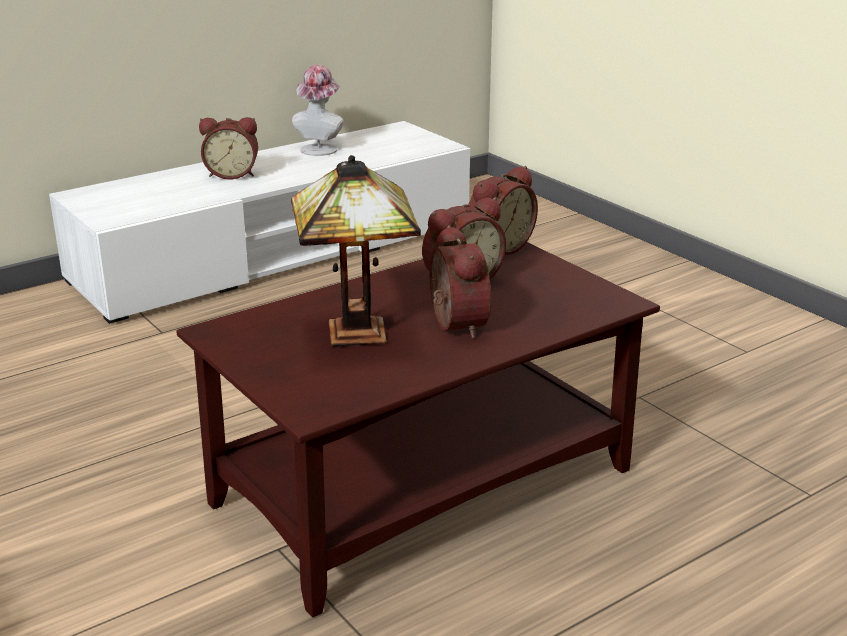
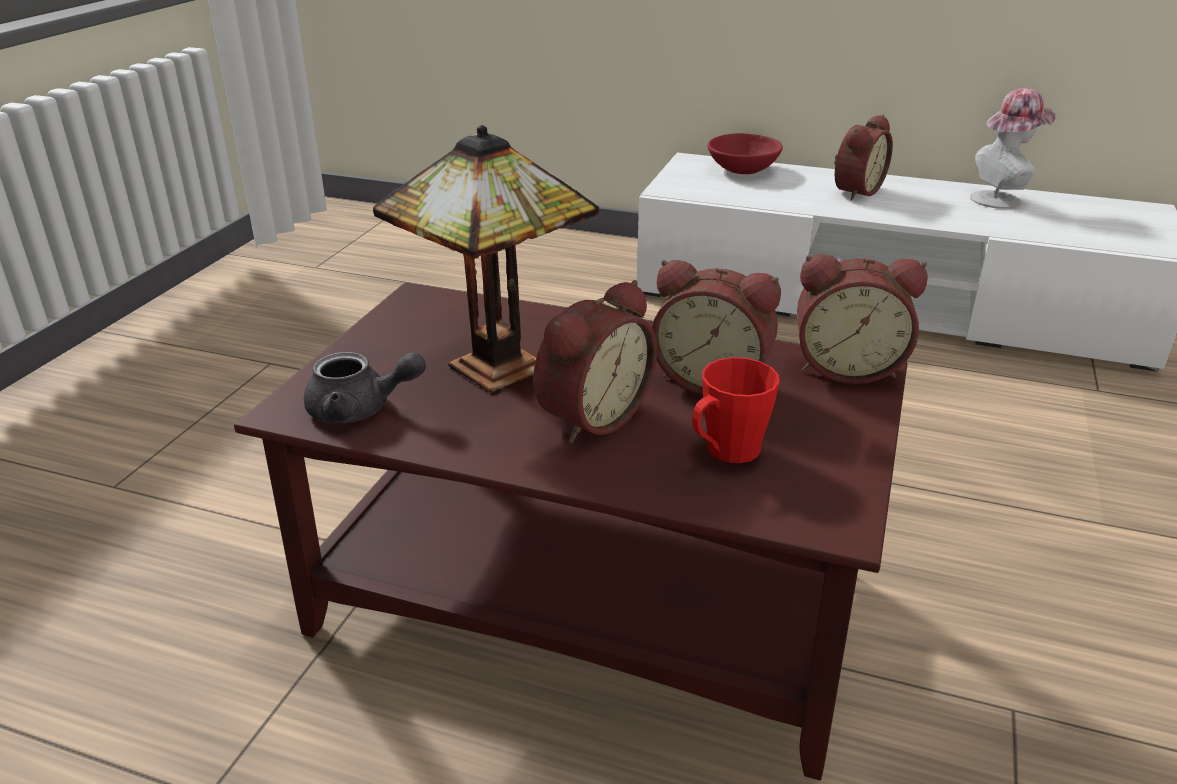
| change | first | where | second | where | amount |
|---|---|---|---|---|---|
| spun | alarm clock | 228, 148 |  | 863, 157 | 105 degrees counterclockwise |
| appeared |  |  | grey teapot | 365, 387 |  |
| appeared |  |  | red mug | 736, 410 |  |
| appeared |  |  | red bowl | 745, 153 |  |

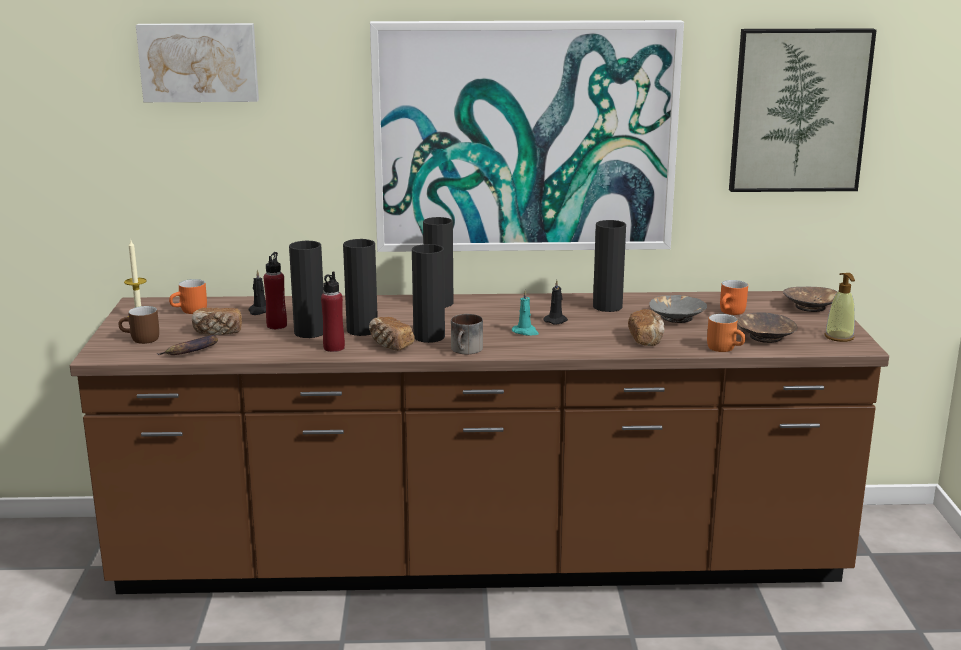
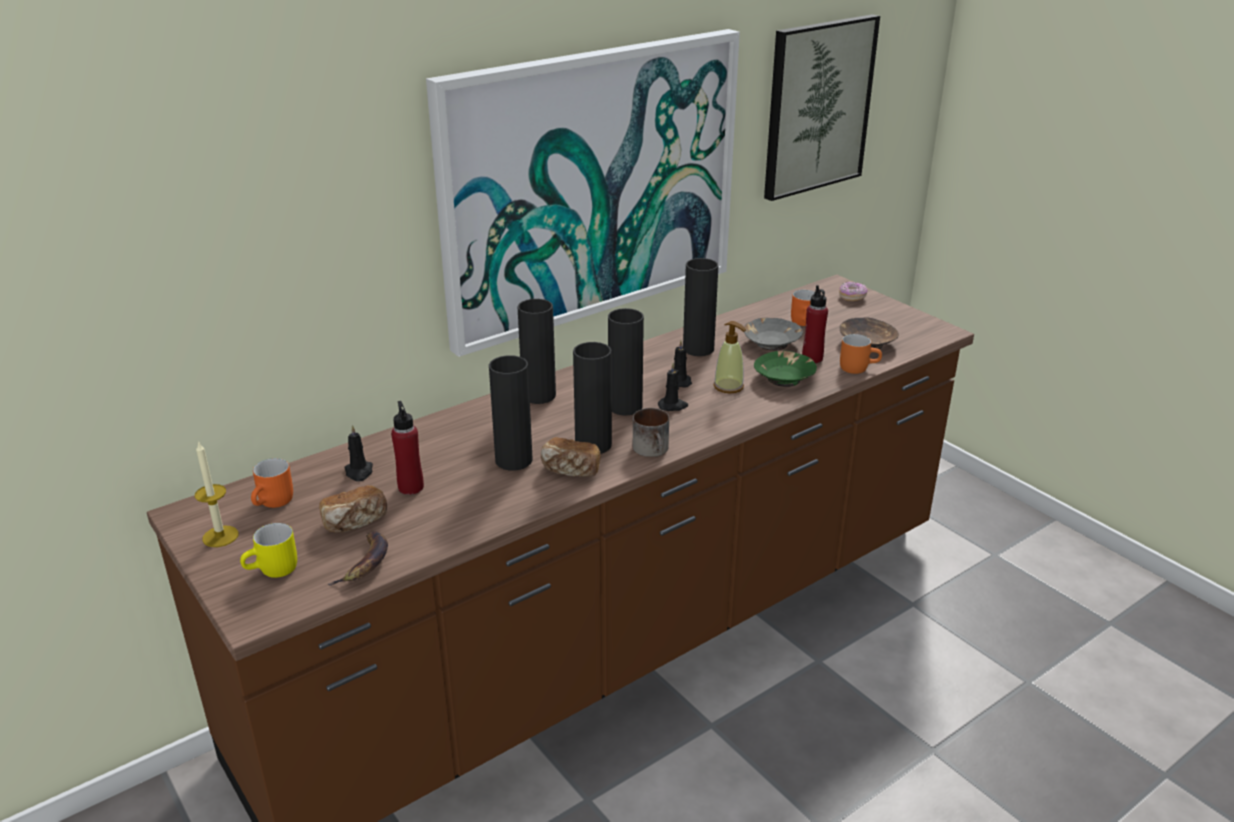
| change | first | where | second | where | amount |
|---|---|---|---|---|---|
| colour | brown mug | 138, 325 | yellow mug | 268, 550 |  |
| missing | picture | 197, 62 |  |  |  |
| relocated | black vase | 306, 289 |  | 626, 362 |  |
| relocated | red bottle | 333, 312 |  | 815, 324 |  |
| colour | turquoise candle | 525, 312 | black candle | 673, 386 |  |
| exchanged | bread | 646, 327 | green bowl | 785, 369 |  |
| exchanged | brown bowl | 810, 299 | donut | 853, 291 |  |
| relocated | soap dispenser | 839, 307 |  | 730, 357 |  |

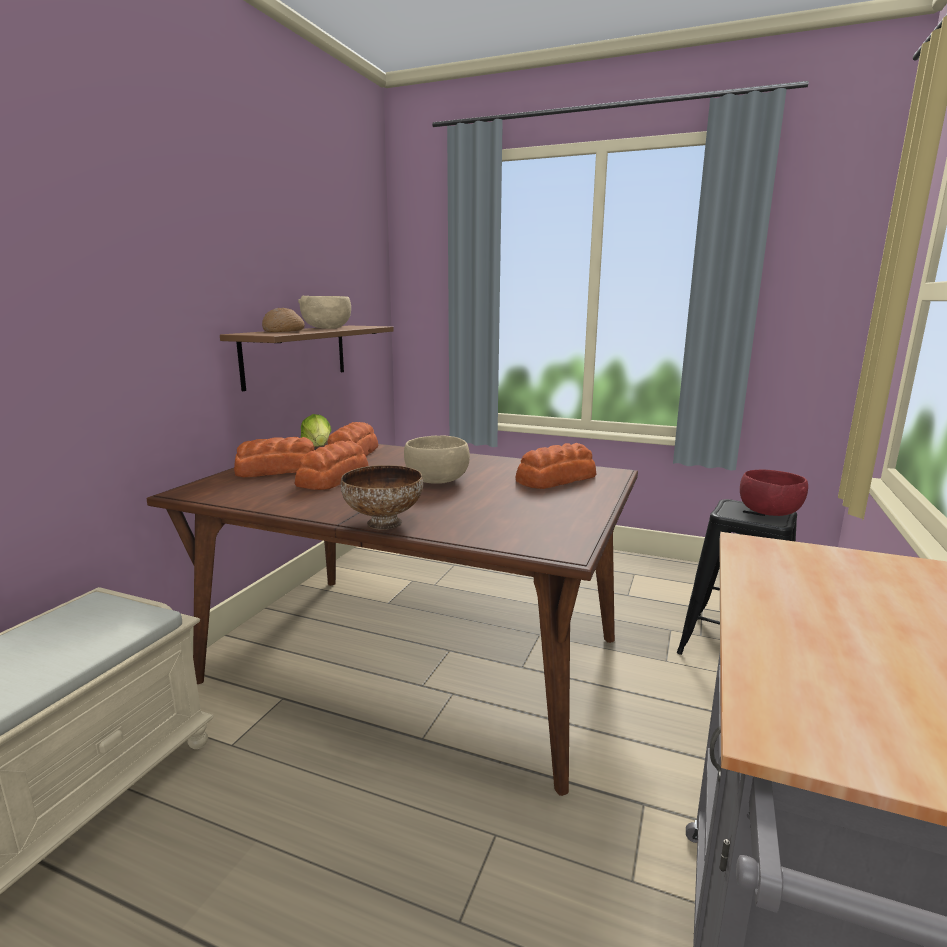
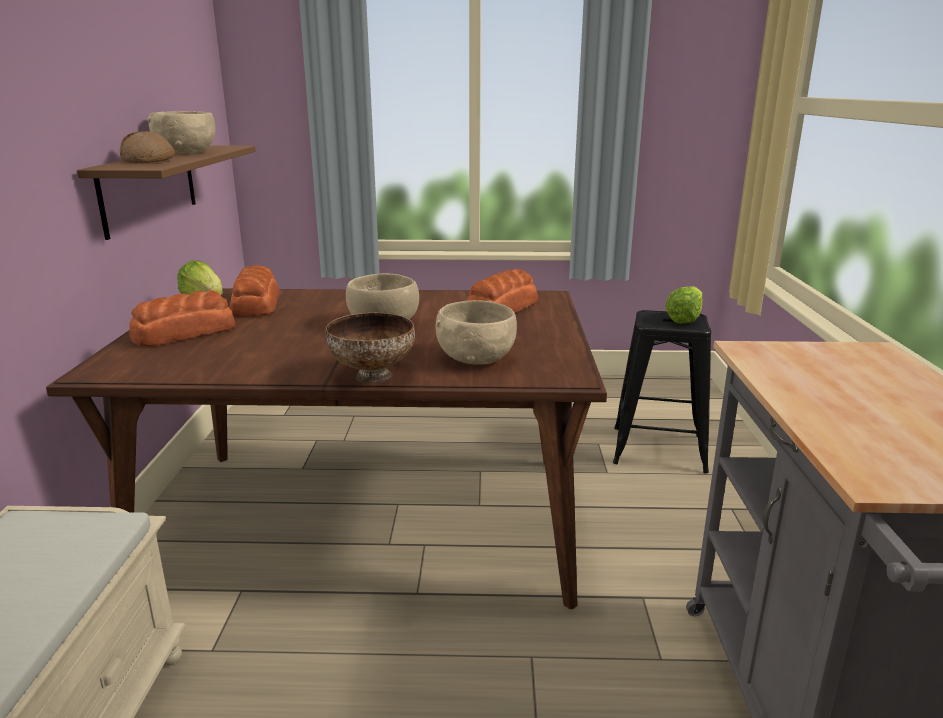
| change | first | where | second | where | amount |
|---|---|---|---|---|---|
| missing | bread | 332, 465 |  |  |  |
| exchanged | red bowl | 774, 492 | lettuce | 684, 305 |  |
| appeared |  |  | beige bowl | 476, 332 |  |

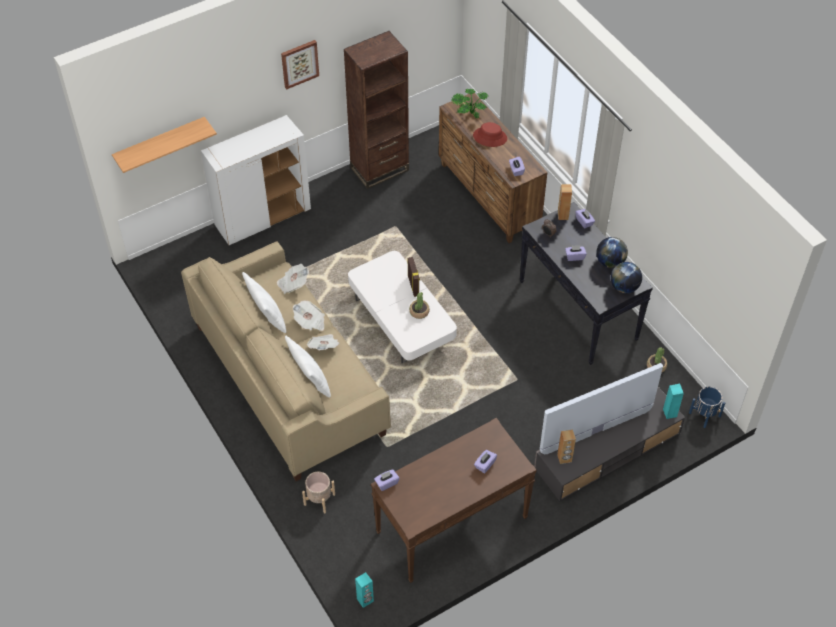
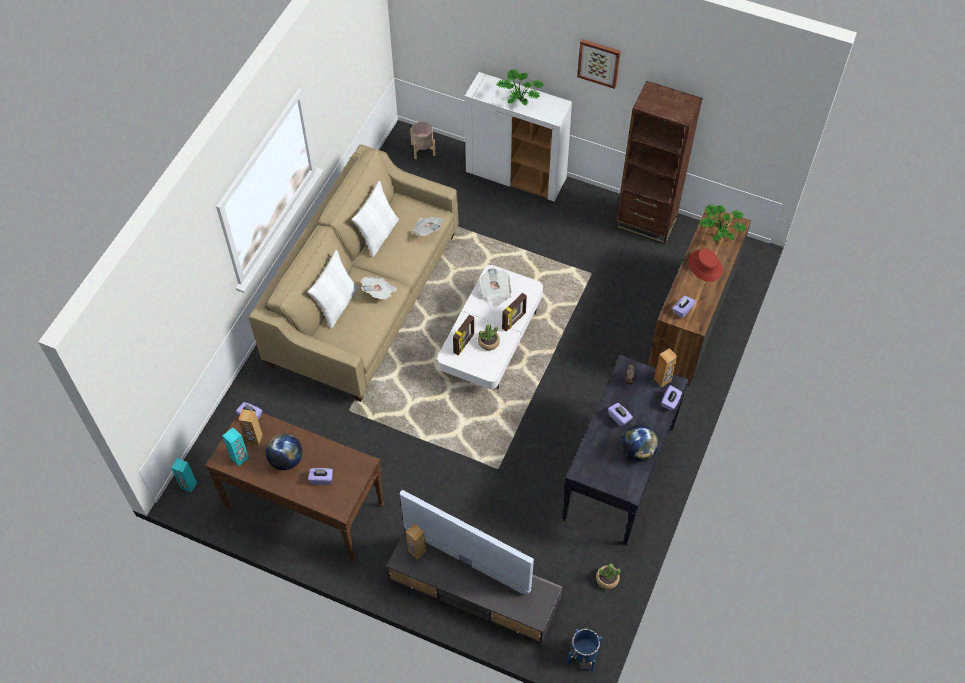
| change | first | where | second | where | amount |
|---|---|---|---|---|---|
| missing | shelf | 164, 145 |  |  |  |
| relocated | newspaper | 309, 316 |  | 495, 287 |  |
| relocated | beige planter | 318, 492 |  | 423, 140 |  |
| relocated | globe | 626, 277 |  | 284, 452 |  |
| relocated | turquoise speaker | 673, 401 |  | 236, 446 |  |
| appeared |  |  | brown speaker | 250, 427 |  |
| appeared |  |  | picture frame | 463, 334 |  |
| appeared |  |  | potted plant | 520, 87 |  |

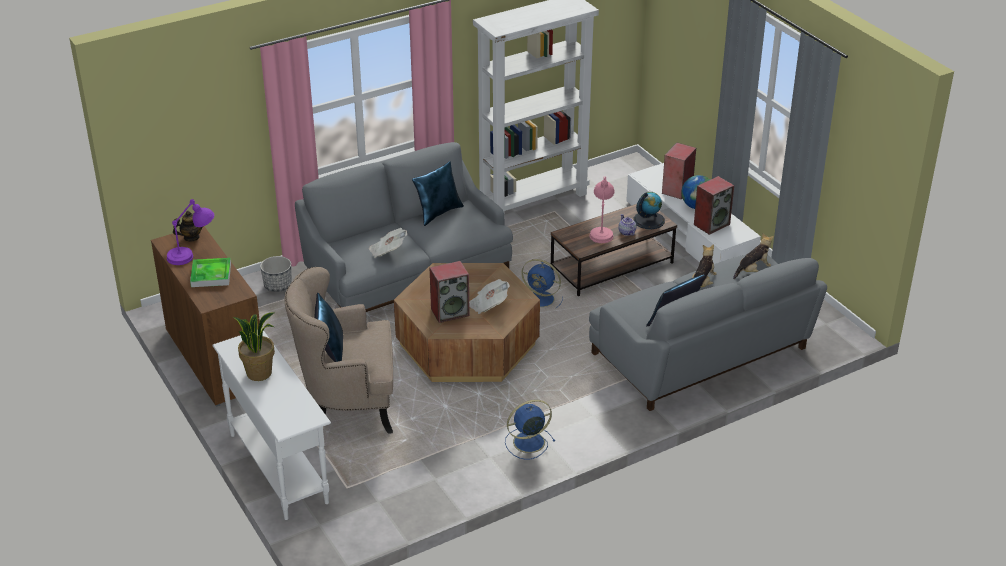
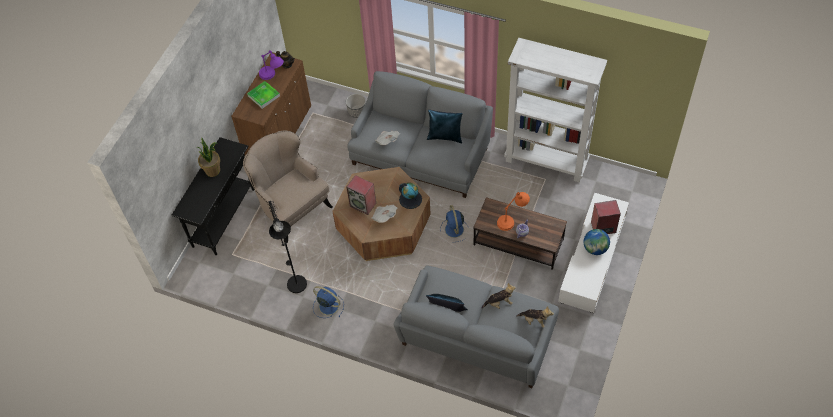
| change | first | where | second | where | amount |
|---|---|---|---|---|---|
| colour | white console table | 271, 424 | black console table | 212, 196 |  |
| missing | blue pillow | 328, 327 |  |  |  |
| colour | pink table lamp | 602, 209 | orange table lamp | 513, 211 |  |
| relocated | globe | 649, 210 |  | 410, 196 |  |
| missing | speaker | 714, 205 |  |  |  |
| appeared |  |  | black floor lamp | 287, 247 |  |

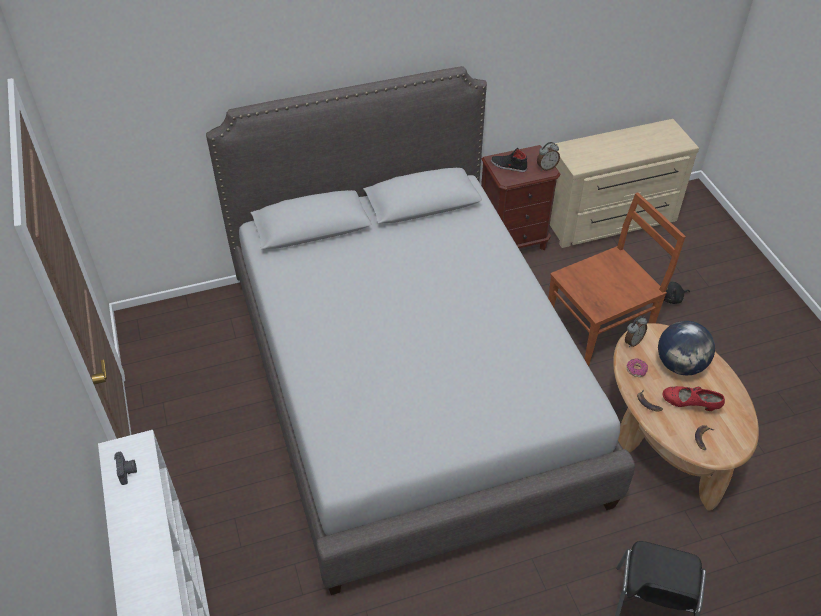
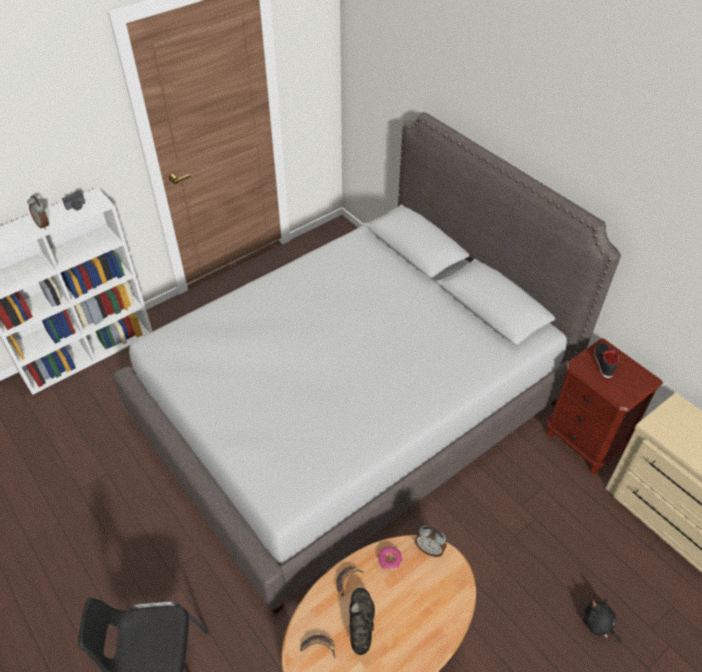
| change | first | where | second | where | amount |
|---|---|---|---|---|---|
| relocated | alarm clock | 548, 156 |  | 38, 212 |  |
| missing | brown chair | 617, 279 |  |  |  |
| missing | globe | 686, 348 |  |  |  |
| colour | red shoe | 693, 398 | black shoe | 362, 621 |  |

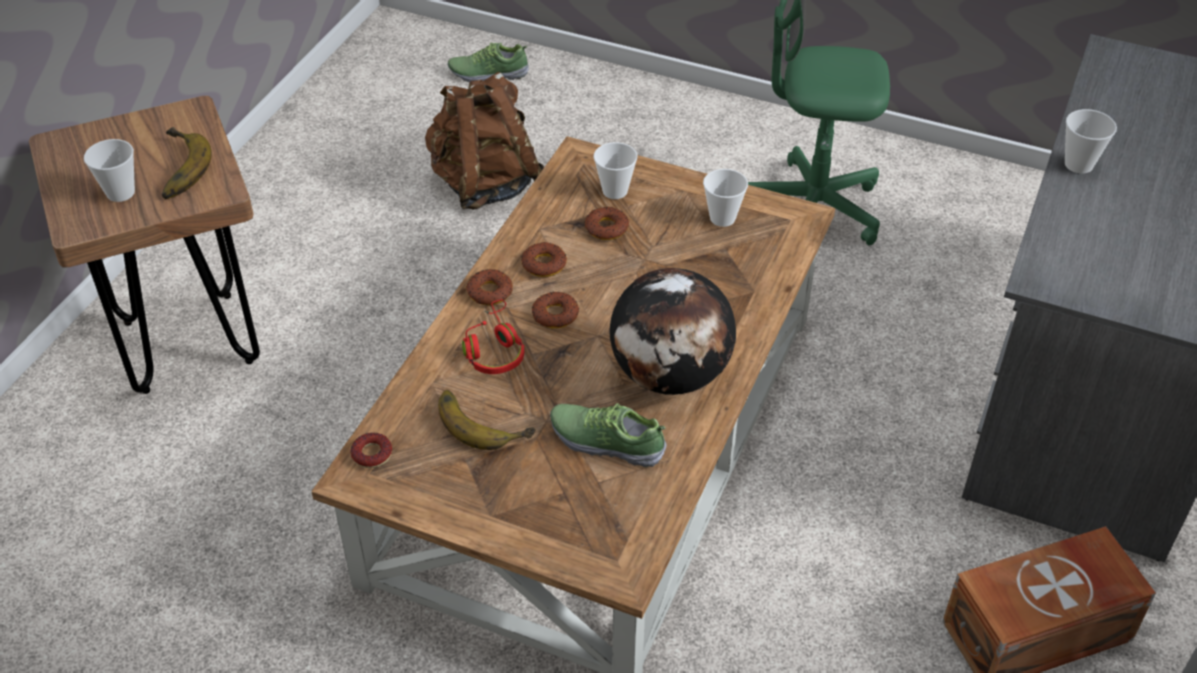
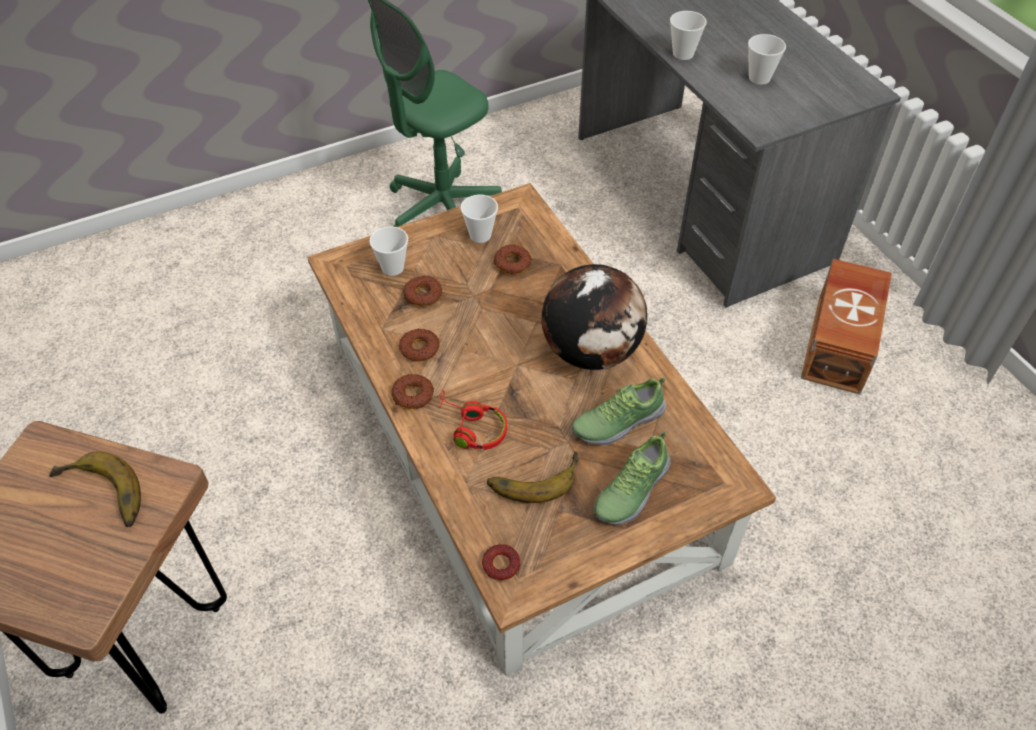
| change | first | where | second | where | amount |
|---|---|---|---|---|---|
| relocated | cup | 109, 170 |  | 767, 59 |  |
| missing | brown backpack | 484, 141 |  |  |  |
| relocated | shoe | 488, 62 |  | 632, 478 |  |
| relocated | donut | 555, 310 |  | 512, 259 |  |

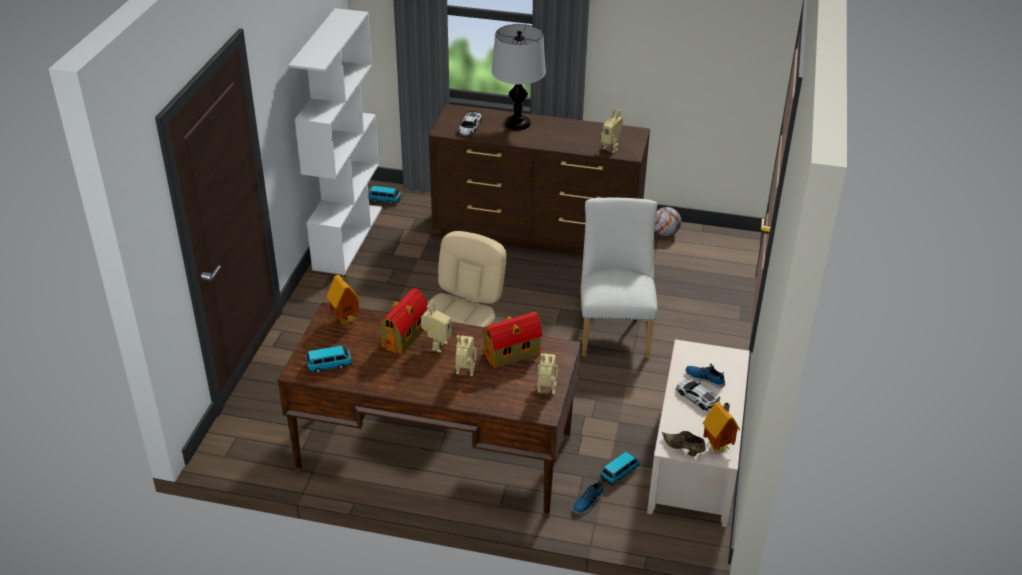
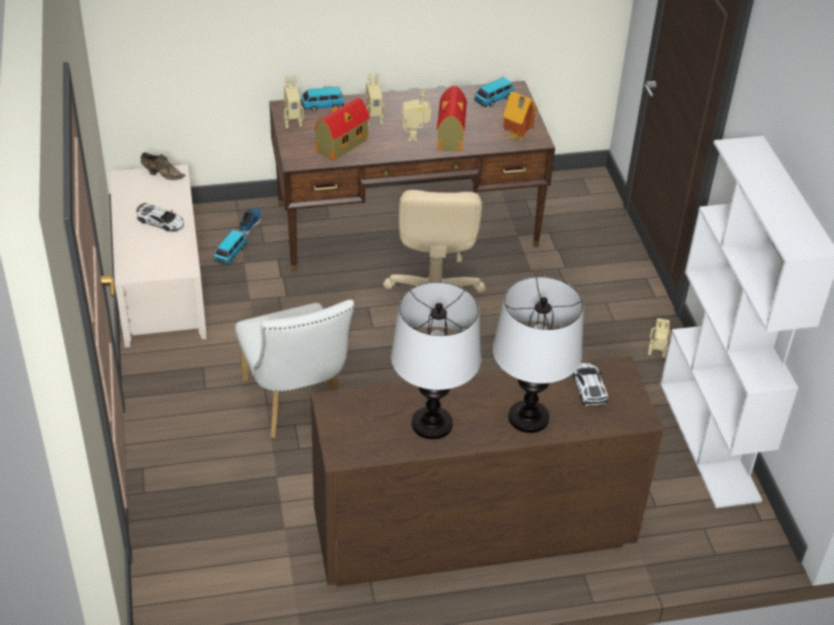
| change | first | where | second | where | amount |
|---|---|---|---|---|---|
| relocated | toy car | 385, 195 |  | 322, 99 |  |
| relocated | toy robot | 612, 130 |  | 659, 338 |  |
| missing | football | 667, 221 |  |  |  |
| missing | shoe | 705, 376 |  |  |  |
| missing | toy house | 721, 428 |  |  |  |
| appeared |  |  | table lamp | 436, 360 |  |

